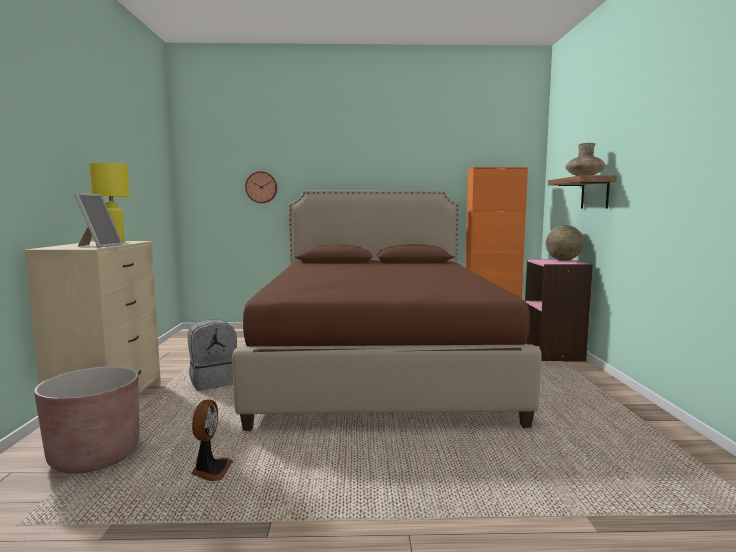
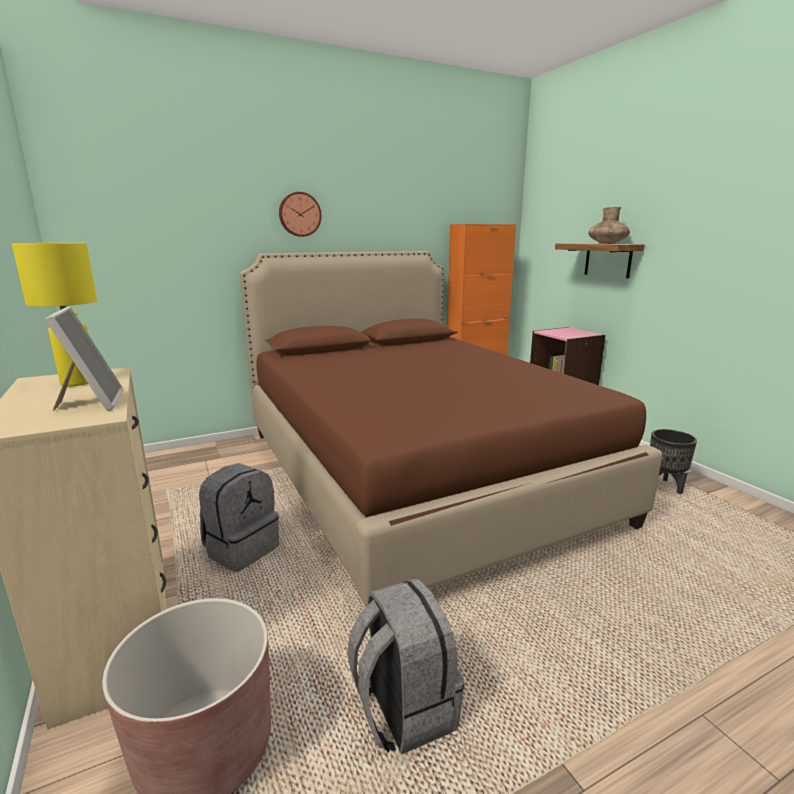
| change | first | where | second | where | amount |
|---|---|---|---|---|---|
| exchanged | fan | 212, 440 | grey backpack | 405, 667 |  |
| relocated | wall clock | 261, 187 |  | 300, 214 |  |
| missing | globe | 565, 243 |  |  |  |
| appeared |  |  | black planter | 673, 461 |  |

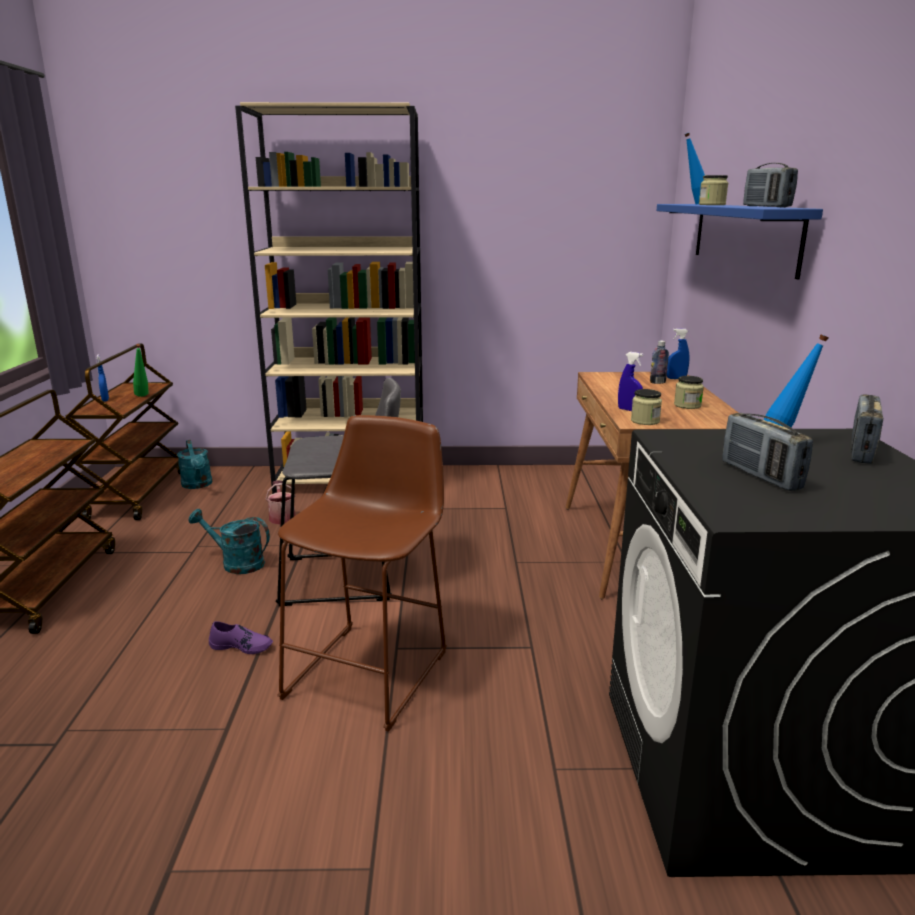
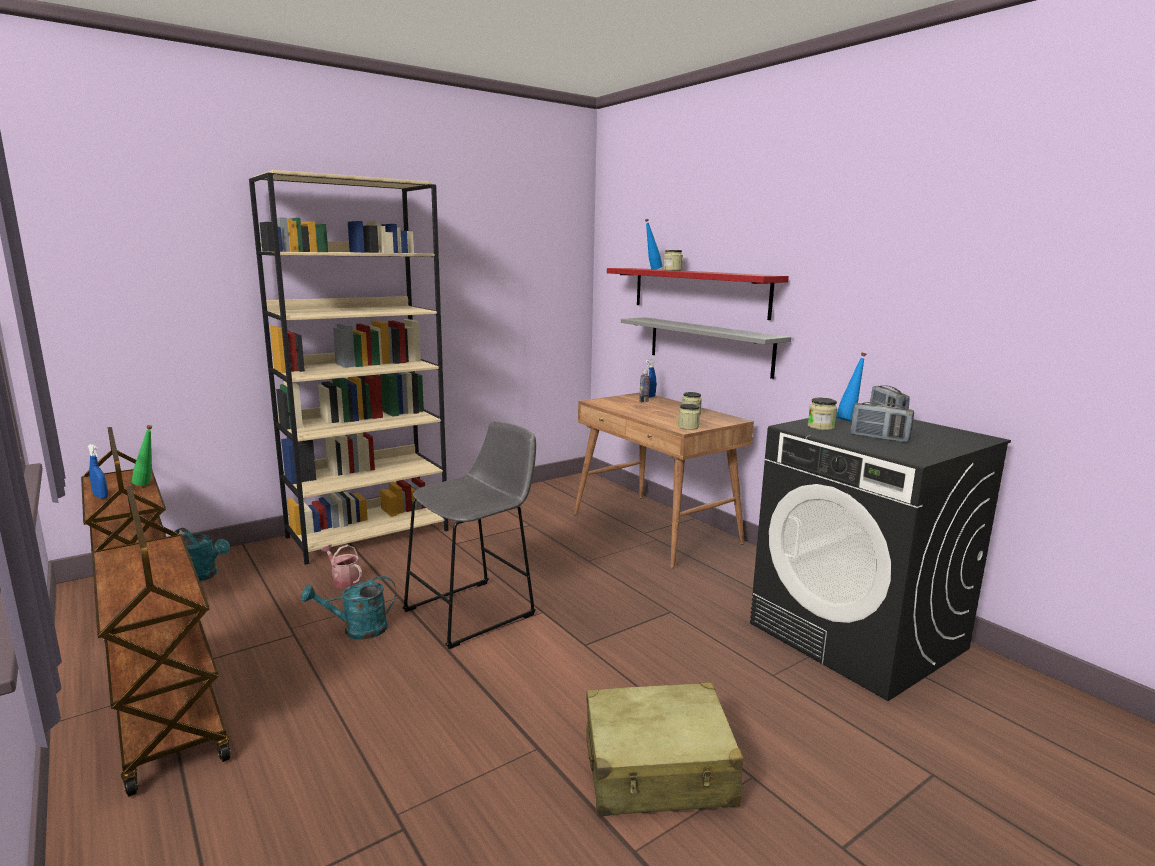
| change | first | where | second | where | amount |
|---|---|---|---|---|---|
| missing | purple shoe | 241, 637 |  |  |  |
| missing | brown stool | 362, 573 |  |  |  |
| missing | blue spray bottle | 630, 381 |  |  |  |
| colour | blue shelf | 739, 241 | red shelf | 698, 294 |  |
| missing | radio | 770, 185 |  |  |  |
| appeared |  |  | beige suitcase | 664, 749 |  |
| appeared |  |  | grey shelf | 706, 348 |  |
| appeared |  |  | jar | 822, 414 |  |

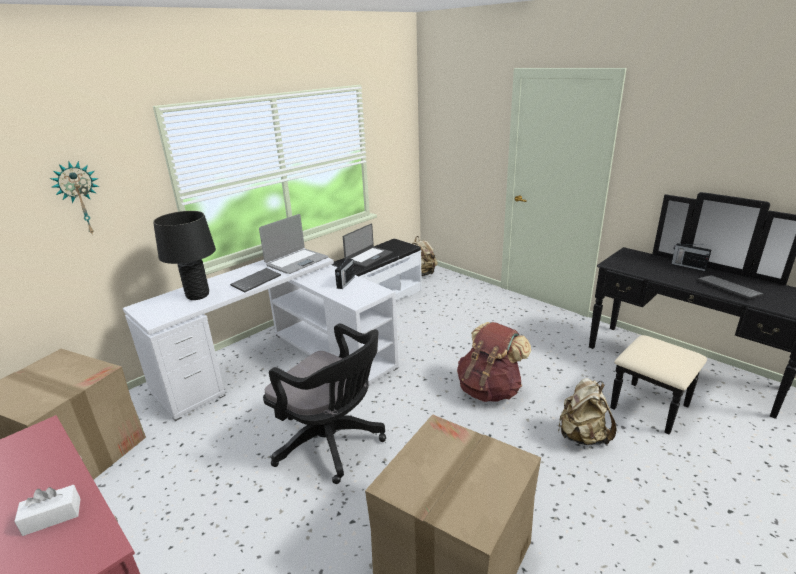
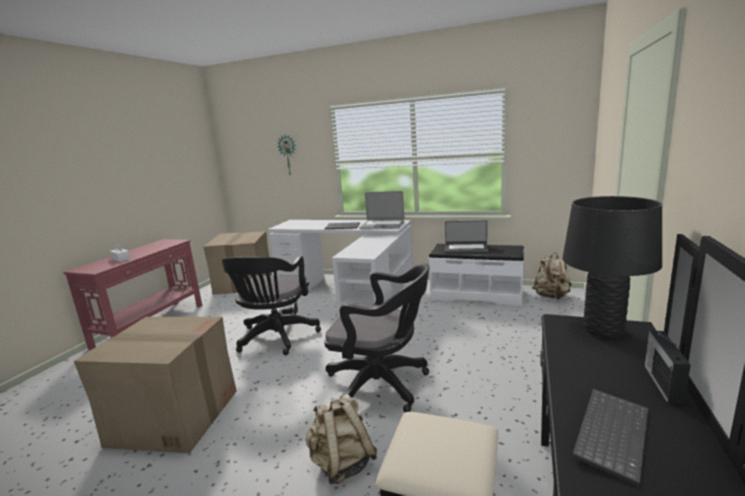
| change | first | where | second | where | amount |
|---|---|---|---|---|---|
| relocated | black table lamp | 184, 255 |  | 612, 267 |  |
| missing | radio | 345, 273 |  |  |  |
| exchanged | brown backpack | 494, 362 | black office chair | 376, 338 |  |

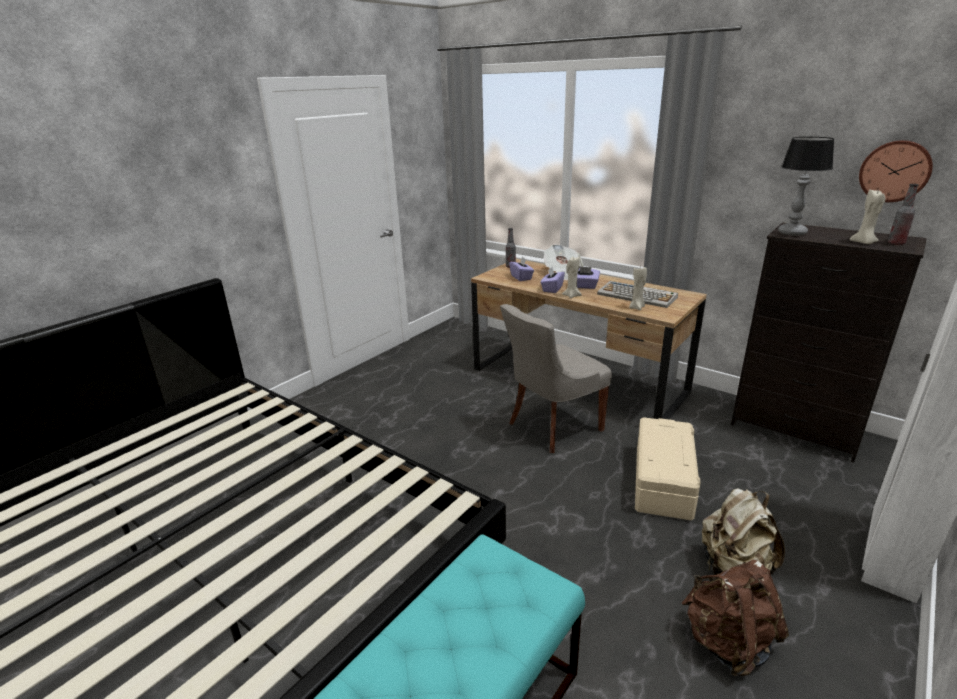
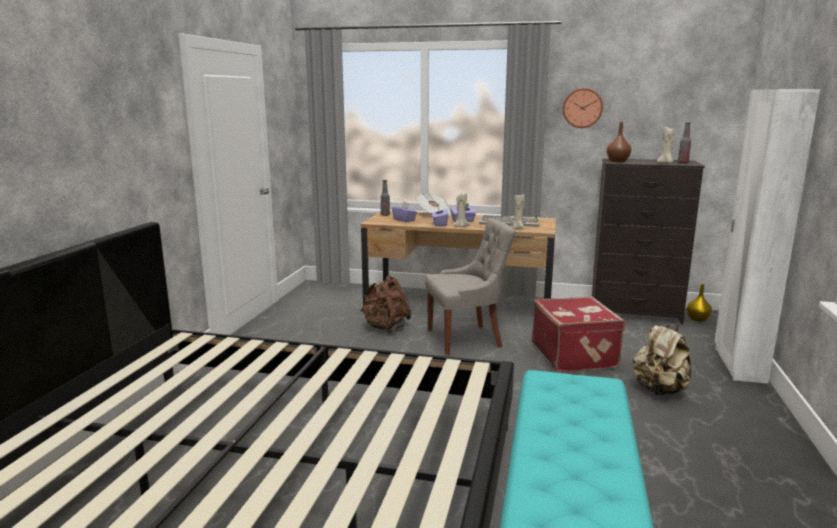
| change | first | where | second | where | amount |
|---|---|---|---|---|---|
| spun | grey chair | 556, 378 |  | 470, 286 | 135 degrees counterclockwise |
| exchanged | beige storage box | 668, 468 | red suitcase | 579, 334 |  |
| relocated | brown backpack | 735, 618 |  | 386, 304 |  |
| exchanged | table lamp | 806, 186 | brown vase | 619, 142 |  |
| relocated | wall clock | 896, 171 |  | 583, 108 |  |
| appeared |  |  | yellow vase | 699, 303 |  |

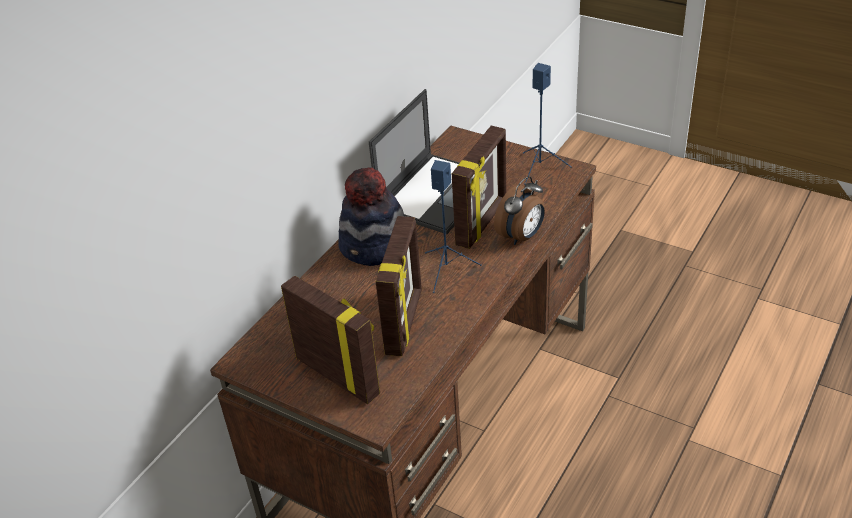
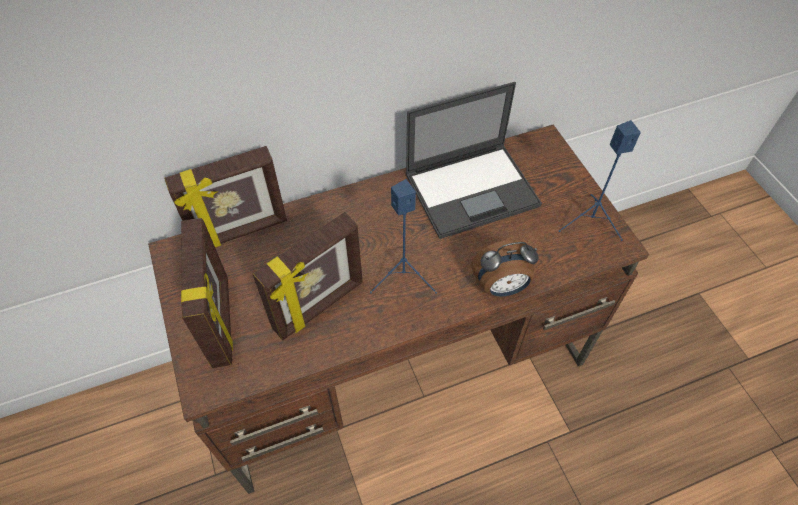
| change | first | where | second | where | amount |
|---|---|---|---|---|---|
| missing | hat | 371, 216 |  |  |  |
| relocated | picture frame | 479, 187 |  | 225, 196 |  |

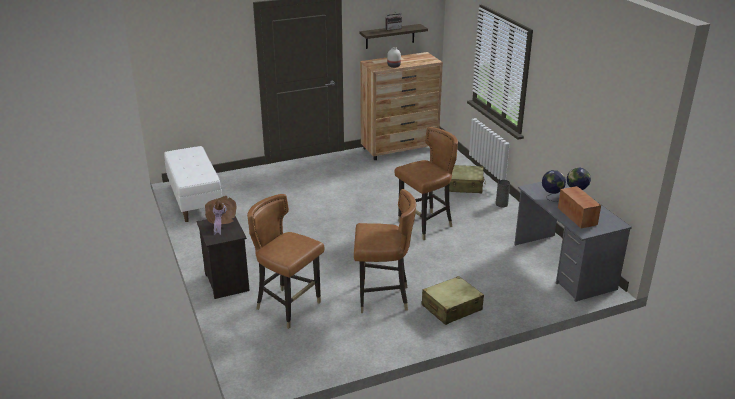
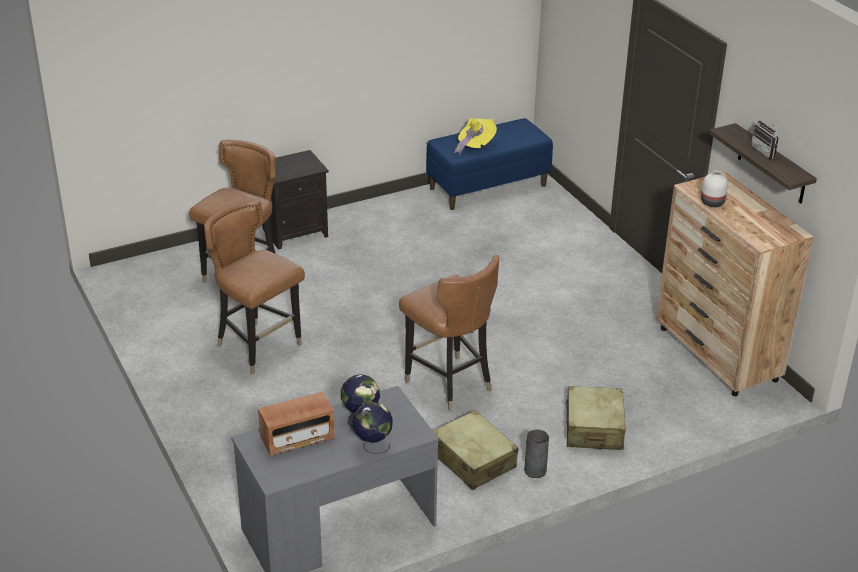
| change | first | where | second | where | amount |
|---|---|---|---|---|---|
| colour | white bench | 193, 184 | blue bench | 489, 164 |  |
| missing | brown hat | 220, 215 |  |  |  |
| spun | brown chair | 385, 251 |  | 254, 287 | 135 degrees clockwise |
| relocated | beige suitcase | 452, 300 |  | 476, 450 |  |
| appeared |  |  | yellow hat | 475, 137 |  |

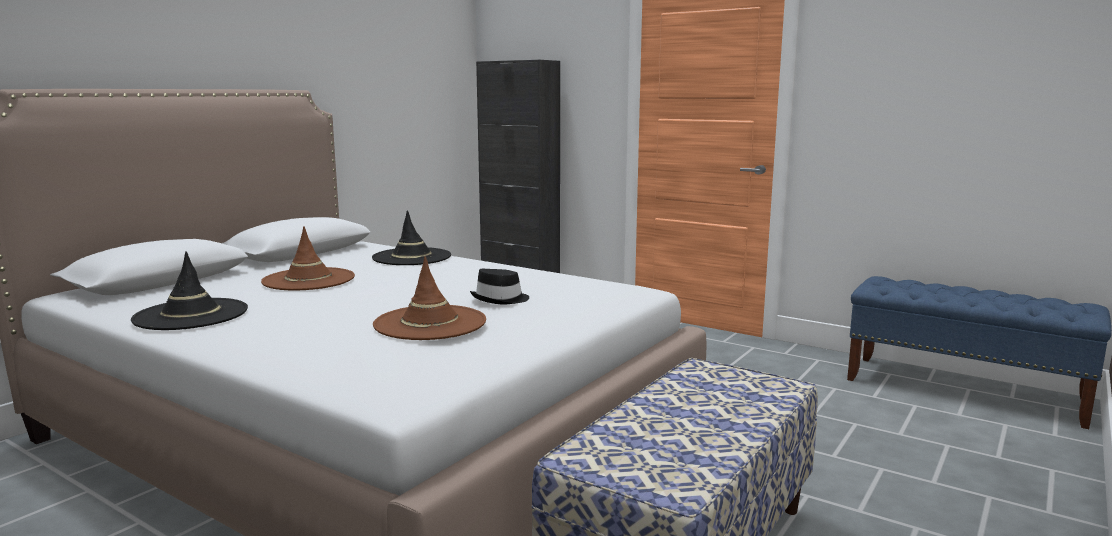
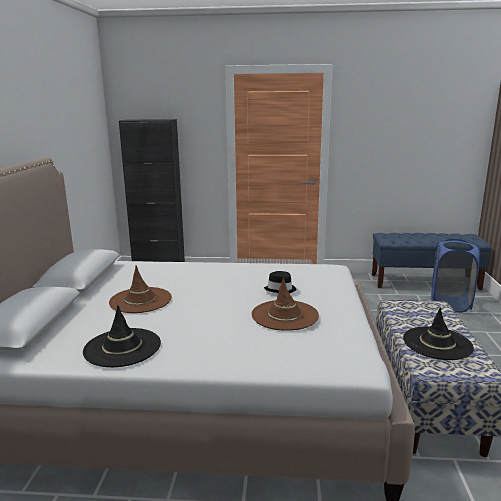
| change | first | where | second | where | amount |
|---|---|---|---|---|---|
| relocated | black hat | 411, 237 |  | 438, 333 |  |
| appeared |  |  | blue laundry basket | 455, 276 |  |

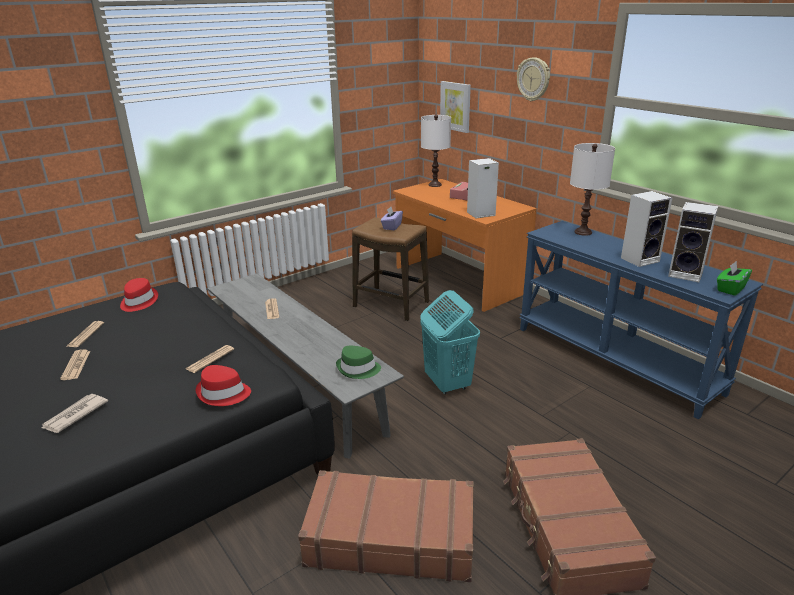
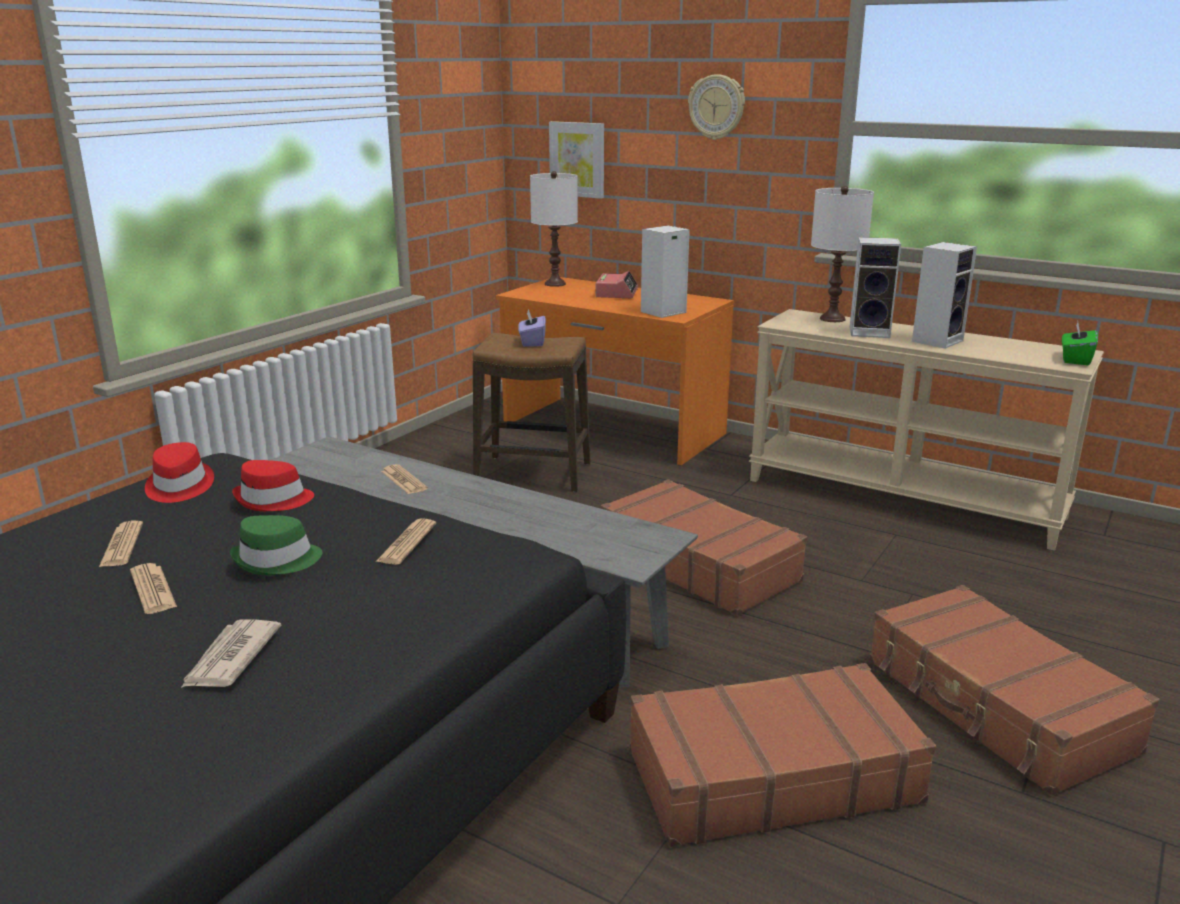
| change | first | where | second | where | amount |
|---|---|---|---|---|---|
| relocated | red hat | 223, 385 |  | 273, 485 |  |
| relocated | green hat | 358, 362 |  | 276, 545 |  |
| exchanged | turquoise laundry basket | 450, 342 | brown suitcase | 704, 547 |  |
| colour | blue console table | 641, 320 | beige console table | 926, 430 |  |
| relocated | speaker | 693, 242 |  | 875, 287 |  |

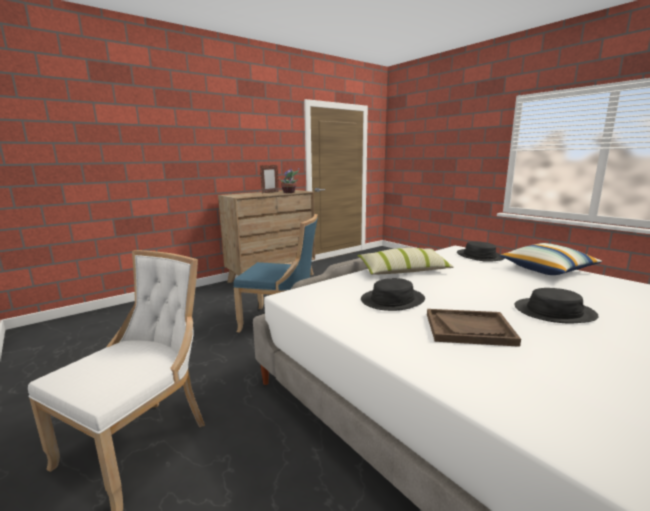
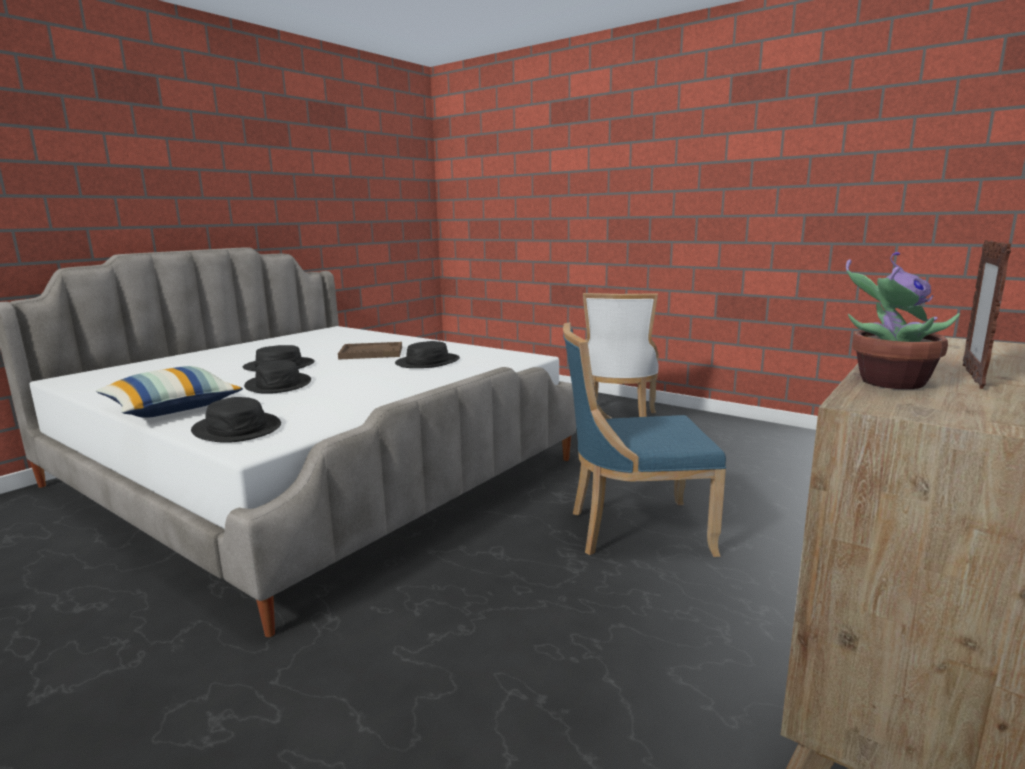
| change | first | where | second | where | amount |
|---|---|---|---|---|---|
| missing | pillow | 405, 261 |  |  |  |
| appeared |  |  | black hat | 277, 377 |  |

